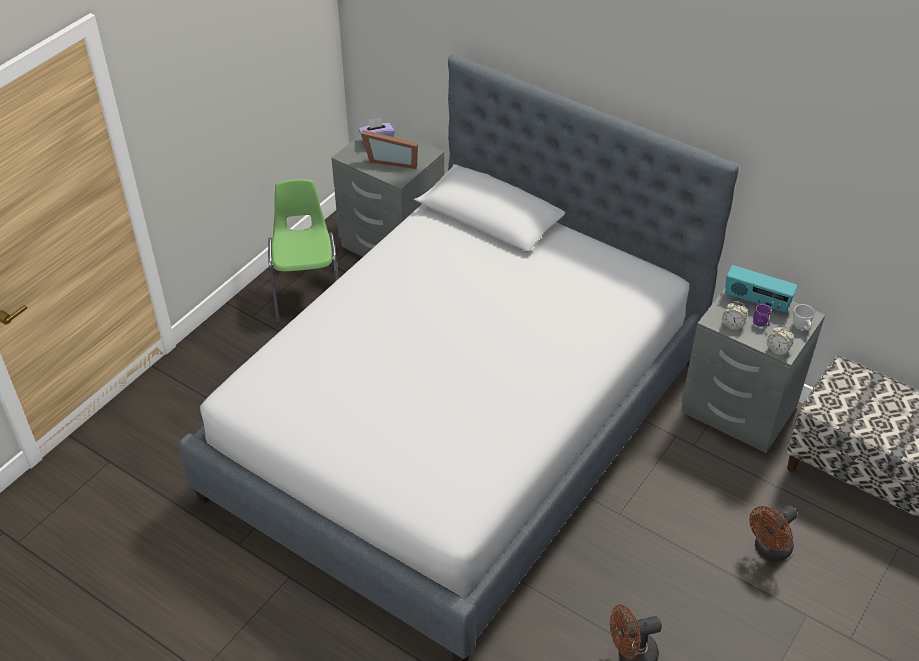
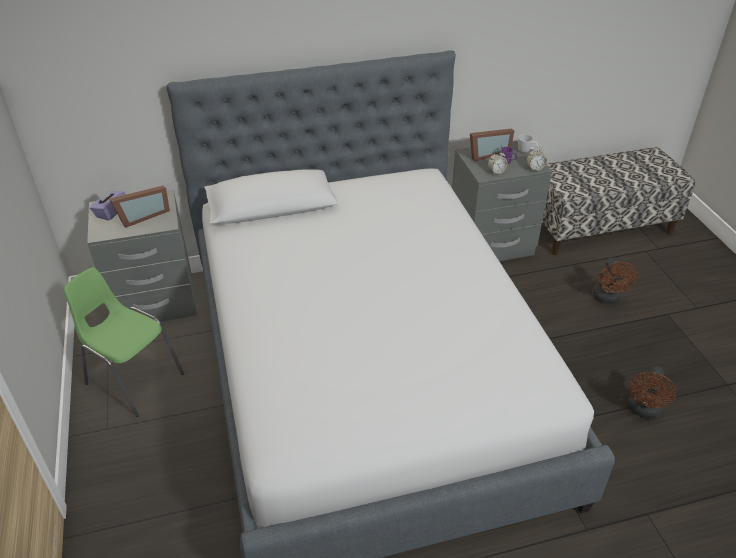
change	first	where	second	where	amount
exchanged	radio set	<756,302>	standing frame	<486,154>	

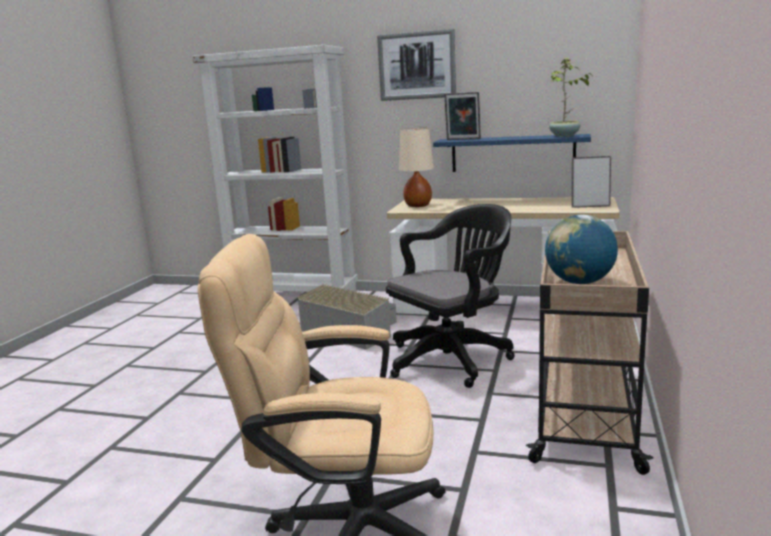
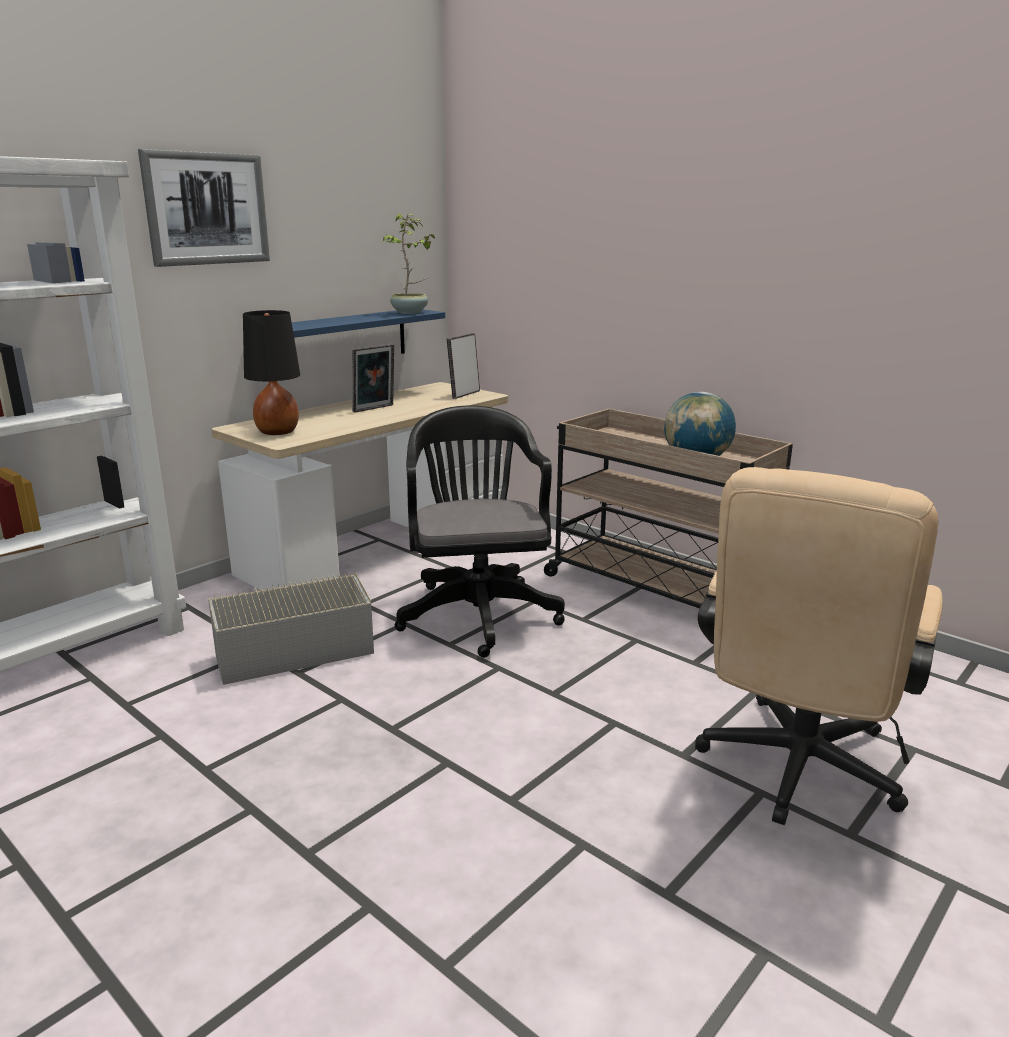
change	first	where	second	where	amount
relocated	standing frame	<463,139>		<375,409>	
colour	lamp for a table (beige-coloured)	<418,205>	lamp for a table (black)	<277,432>	

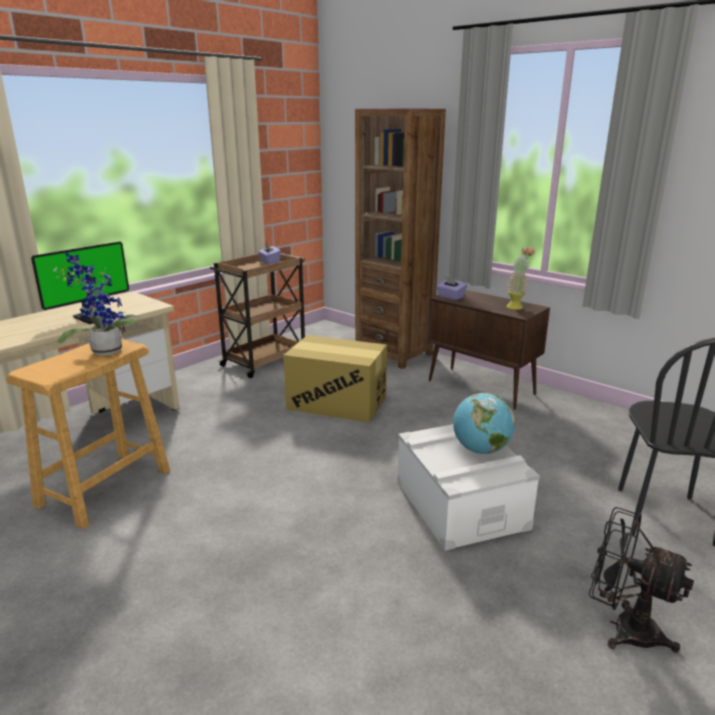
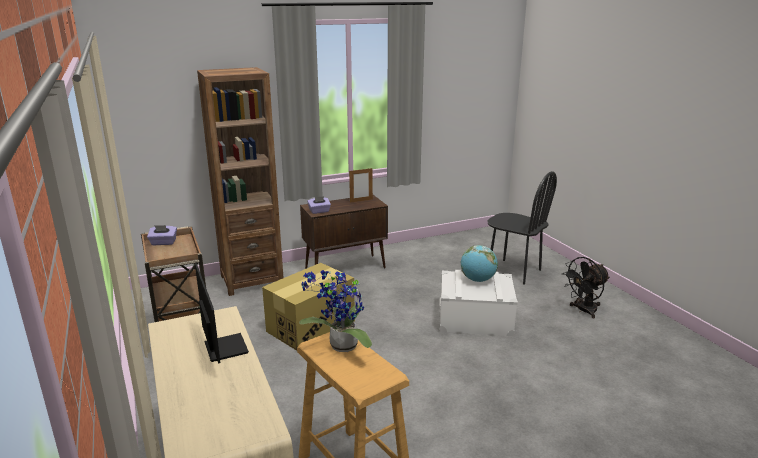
change	first	where	second	where	amount
exchanged	houseplant	<517,306>	standing frame	<361,200>	

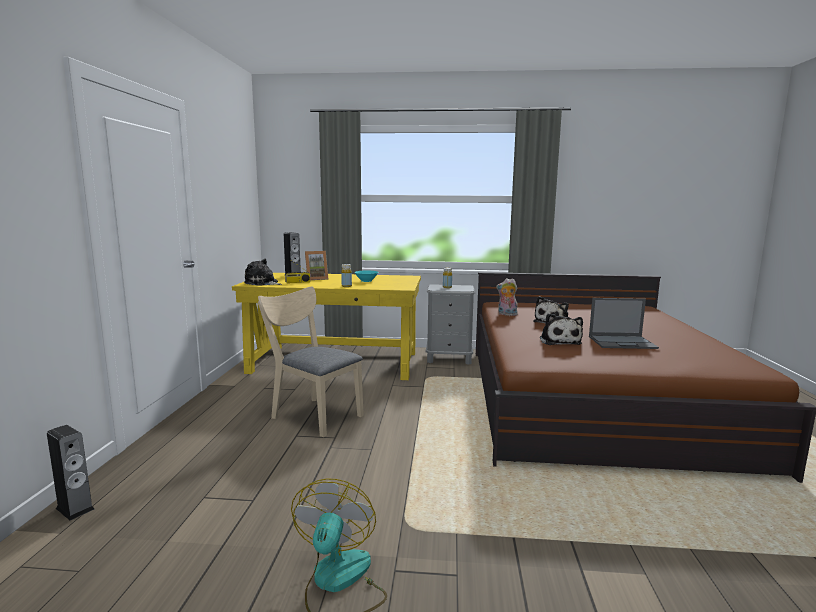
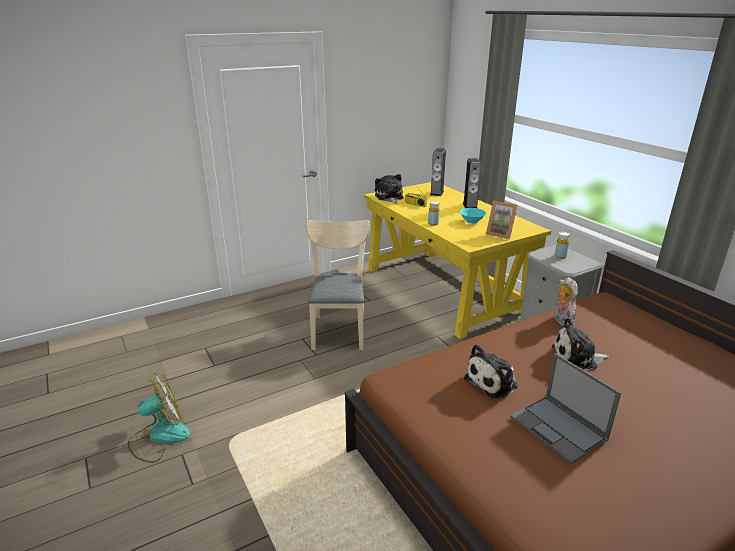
change	first	where	second	where	amount
relocated	speaker	<75,508>		<470,206>	
relocated	standing frame	<316,279>		<500,234>	

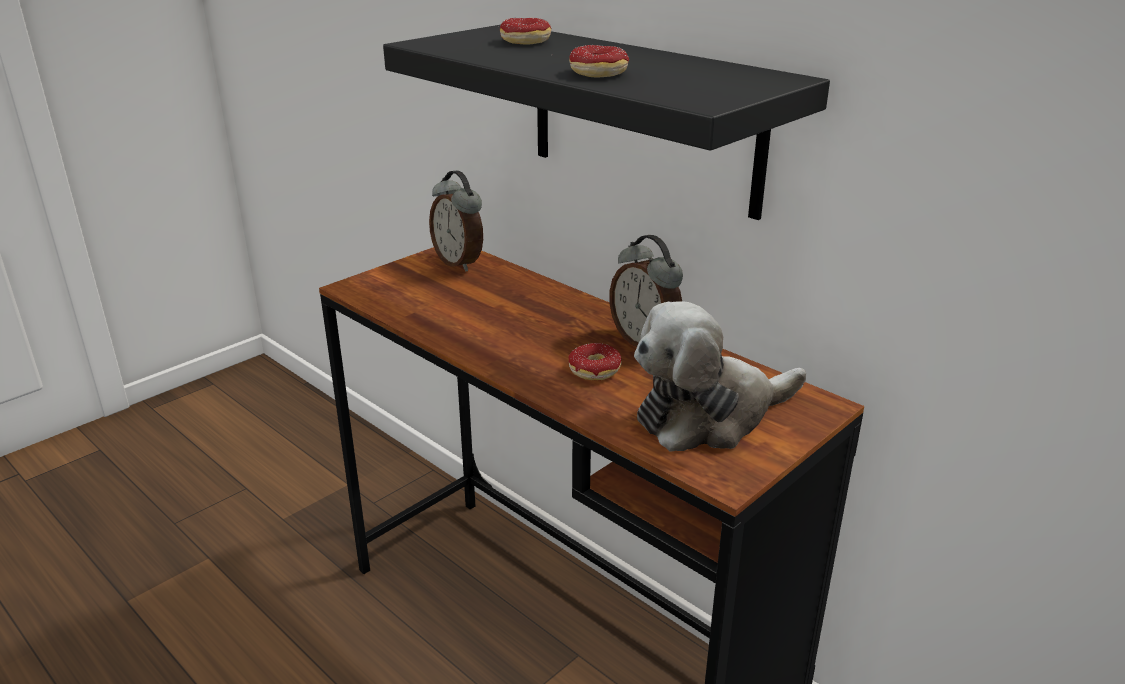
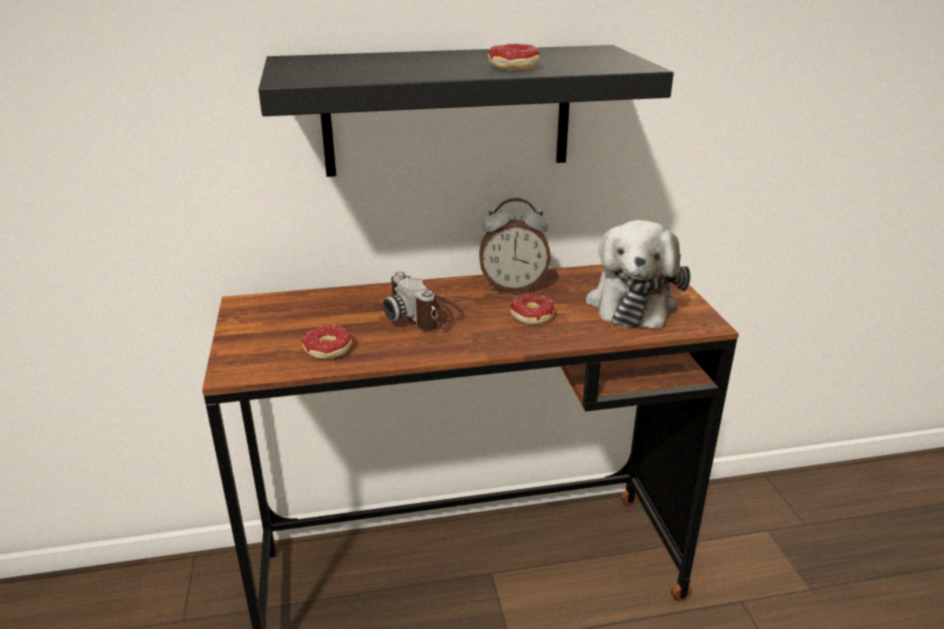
change	first	where	second	where	amount
missing	alarm clock	<459,263>			
appeared			photo camera	<425,314>	
relocated	donut	<518,42>		<326,354>	

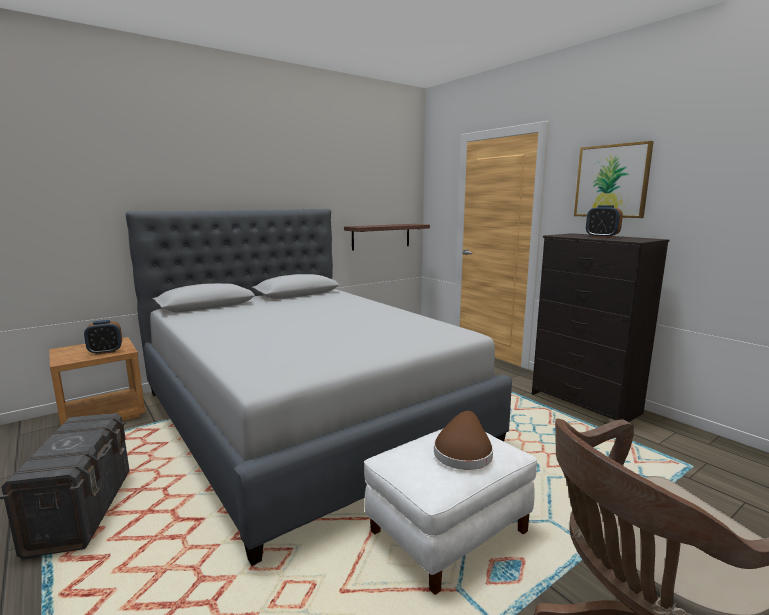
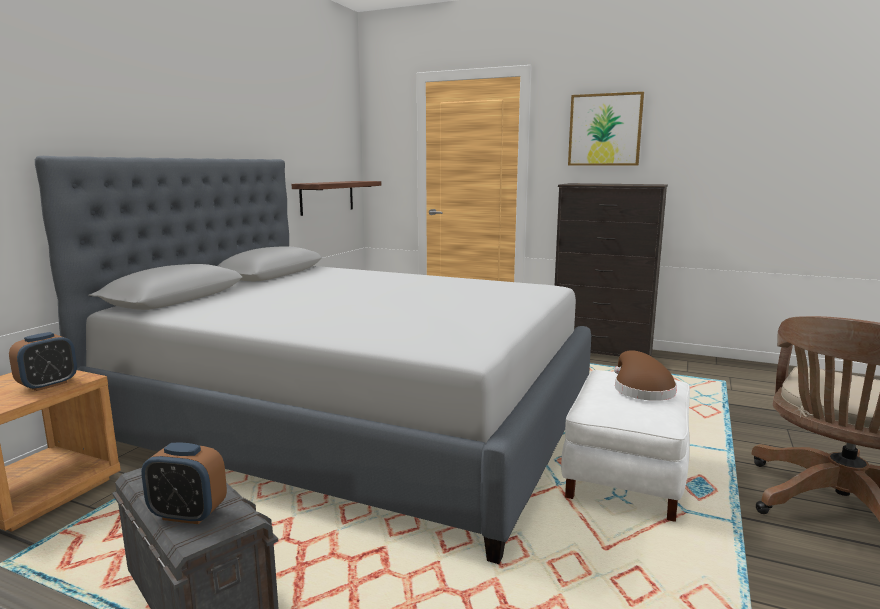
change	first	where	second	where	amount
relocated	alarm clock	<602,237>		<188,514>	

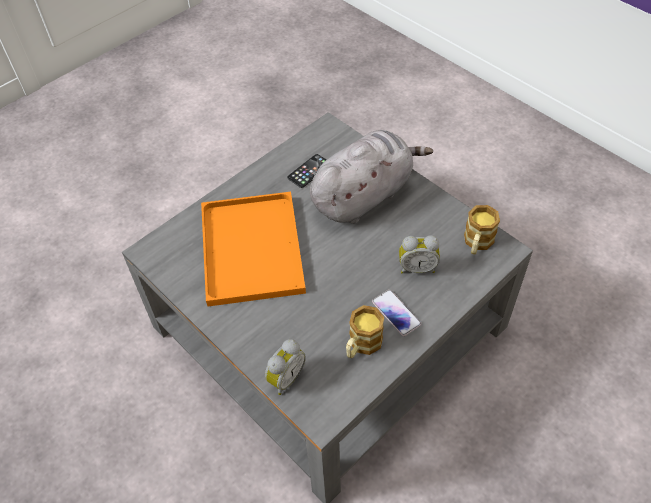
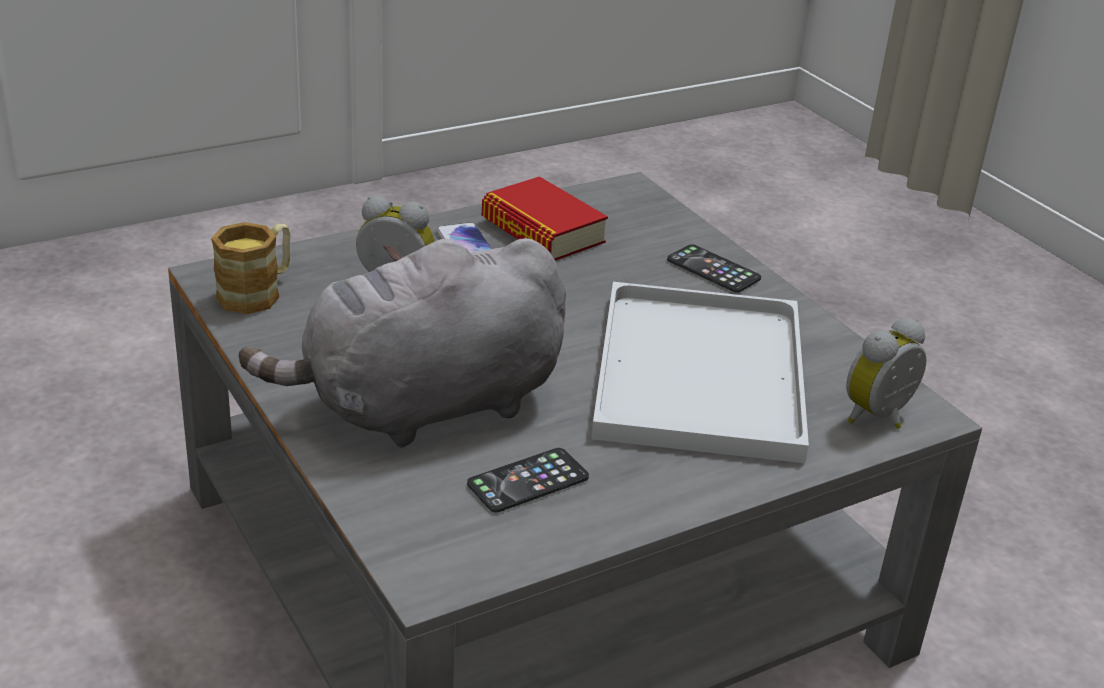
change	first	where	second	where	amount
appeared			handset	<713,269>	
relocated	alarm clock	<285,377>		<881,418>	
exchanged	mug	<361,345>	bound book	<542,231>	
colour	serving tray (orange)	<253,251>	serving tray (white-coloured)	<697,370>	

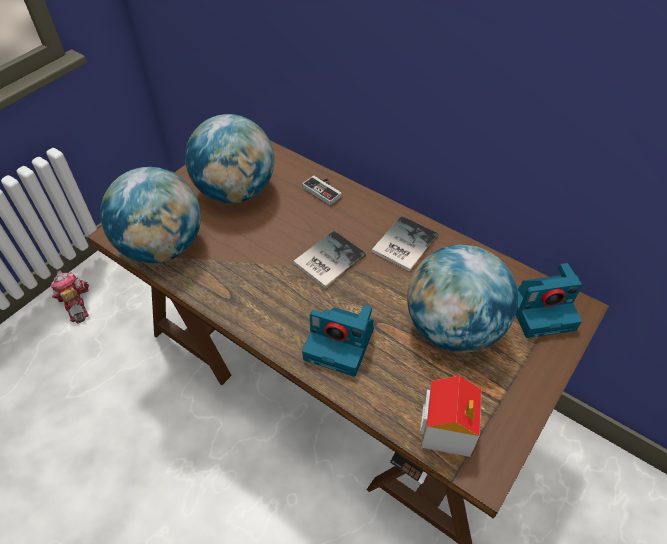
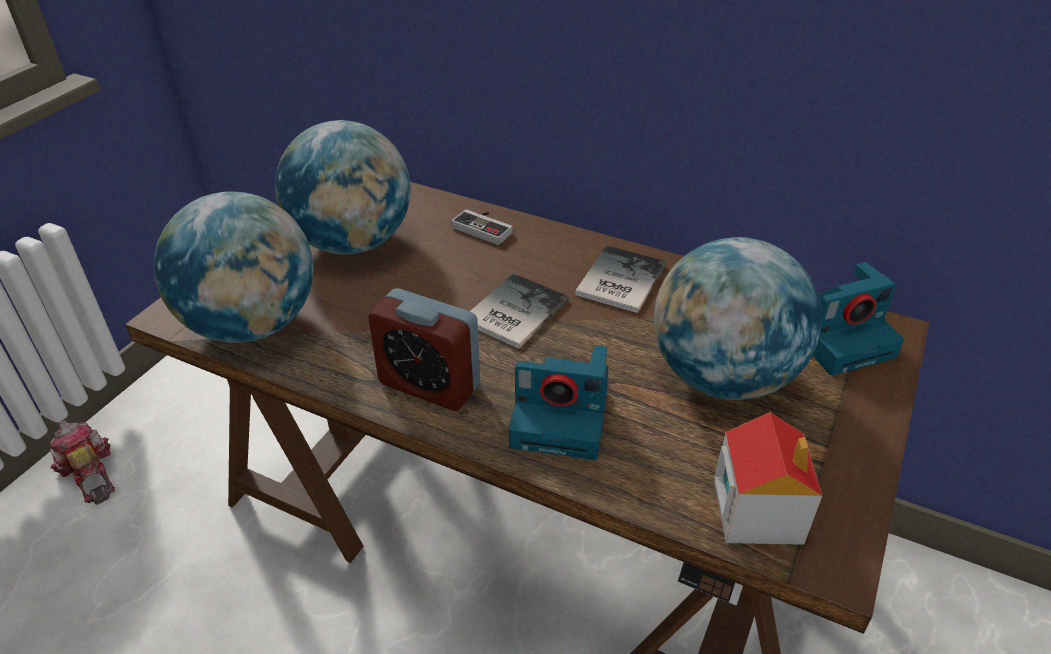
change	first	where	second	where	amount
appeared			alarm clock	<429,384>	

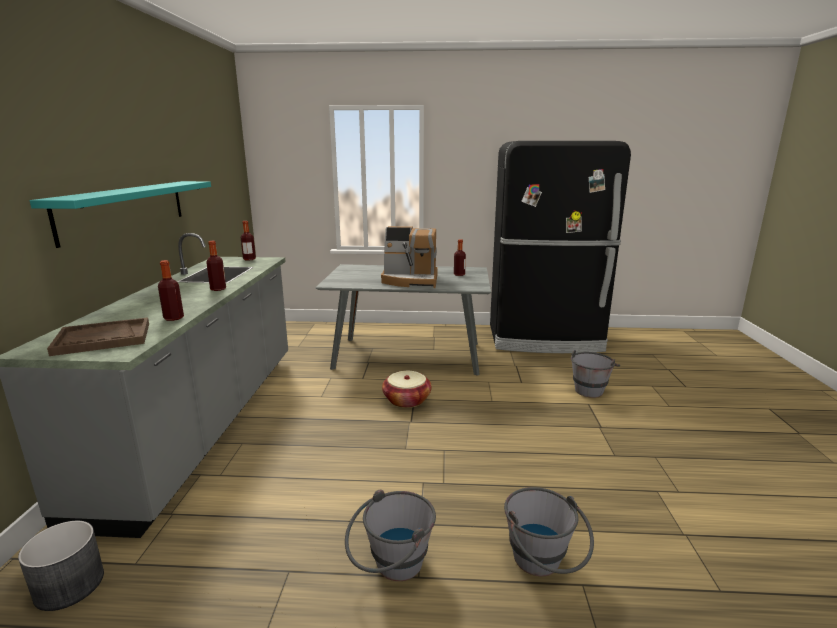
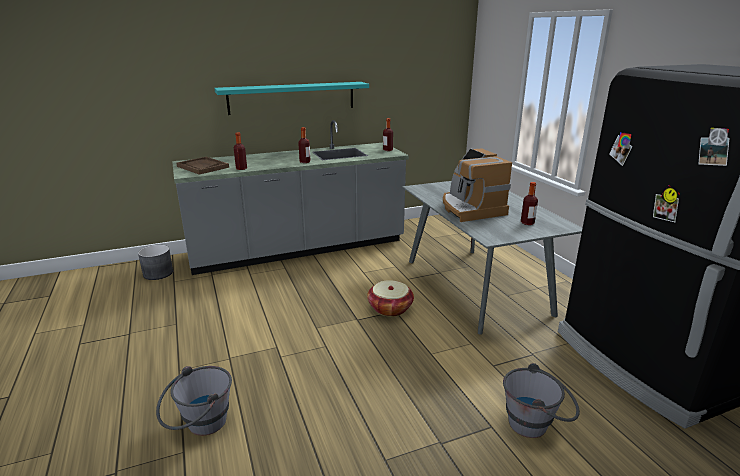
change	first	where	second	where	amount
missing	water bucket (greyish)	<391,568>			

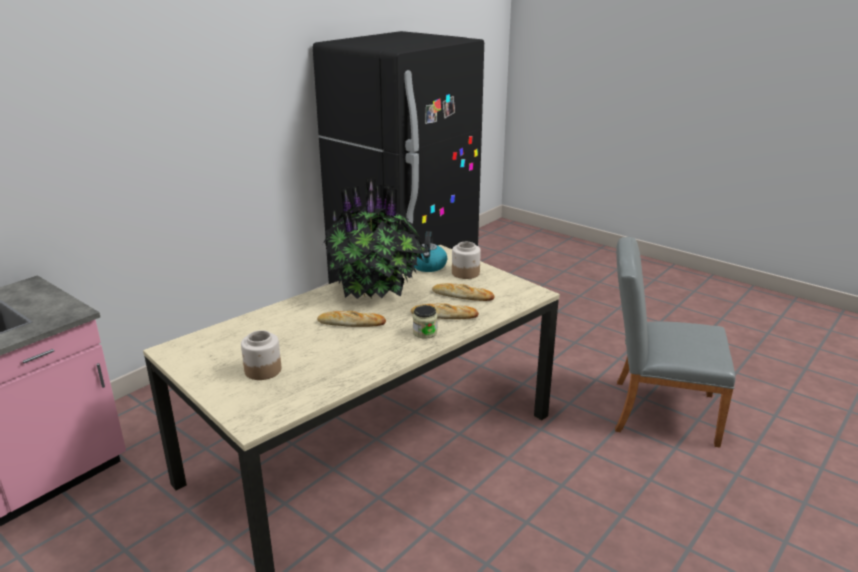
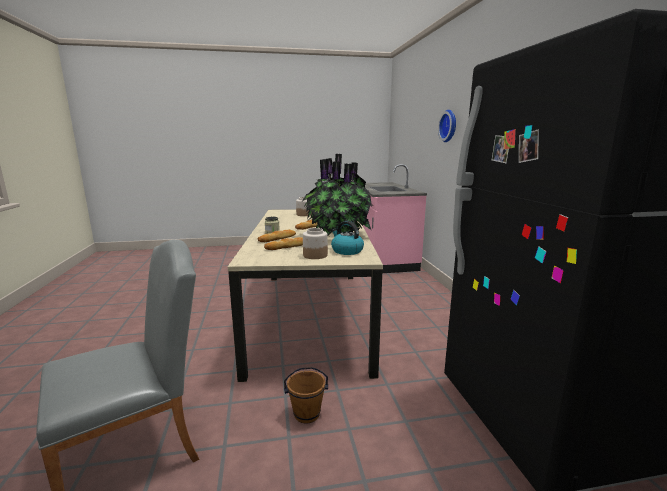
change	first	where	second	where	amount
appeared			water bucket (brown-coloured)	<306,415>	
appeared			clock on the wall	<449,126>	

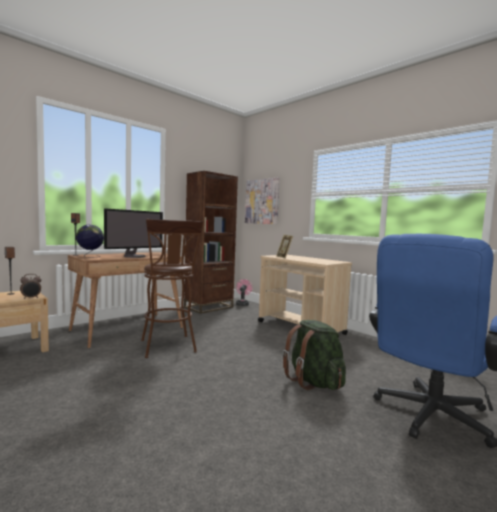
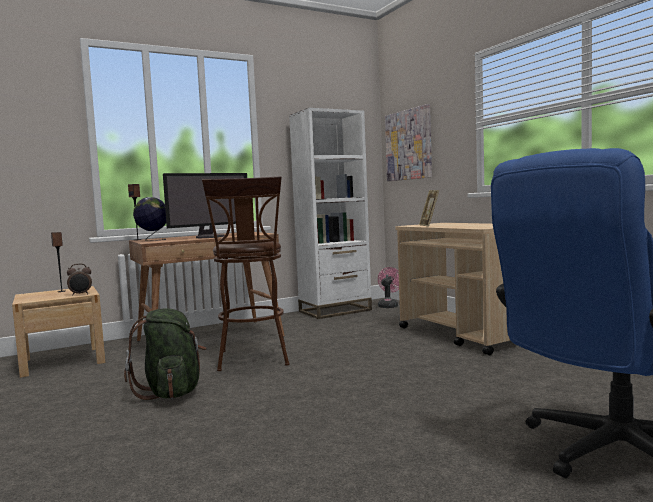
change	first	where	second	where	amount
relocated	rucksack (green)	<314,382>		<171,392>	
colour	bookcase (brown-coloured)	<209,307>	bookcase (white-coloured)	<335,311>	

